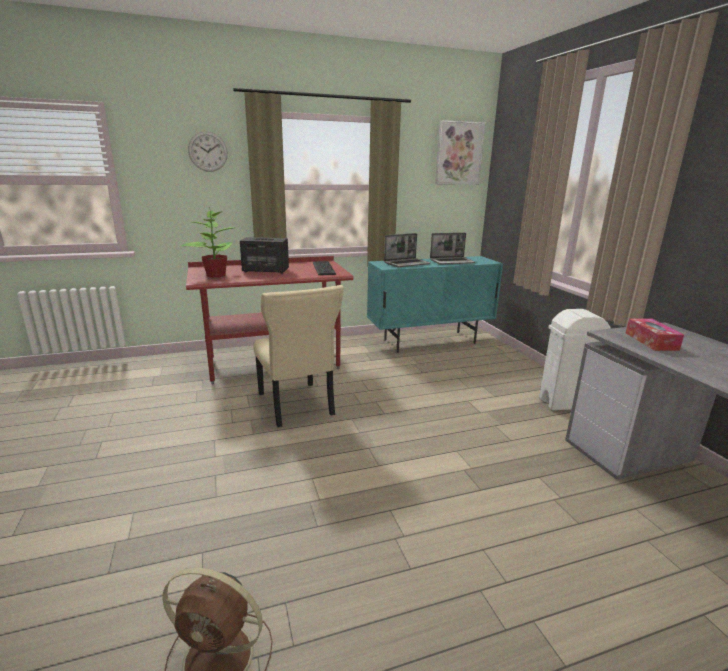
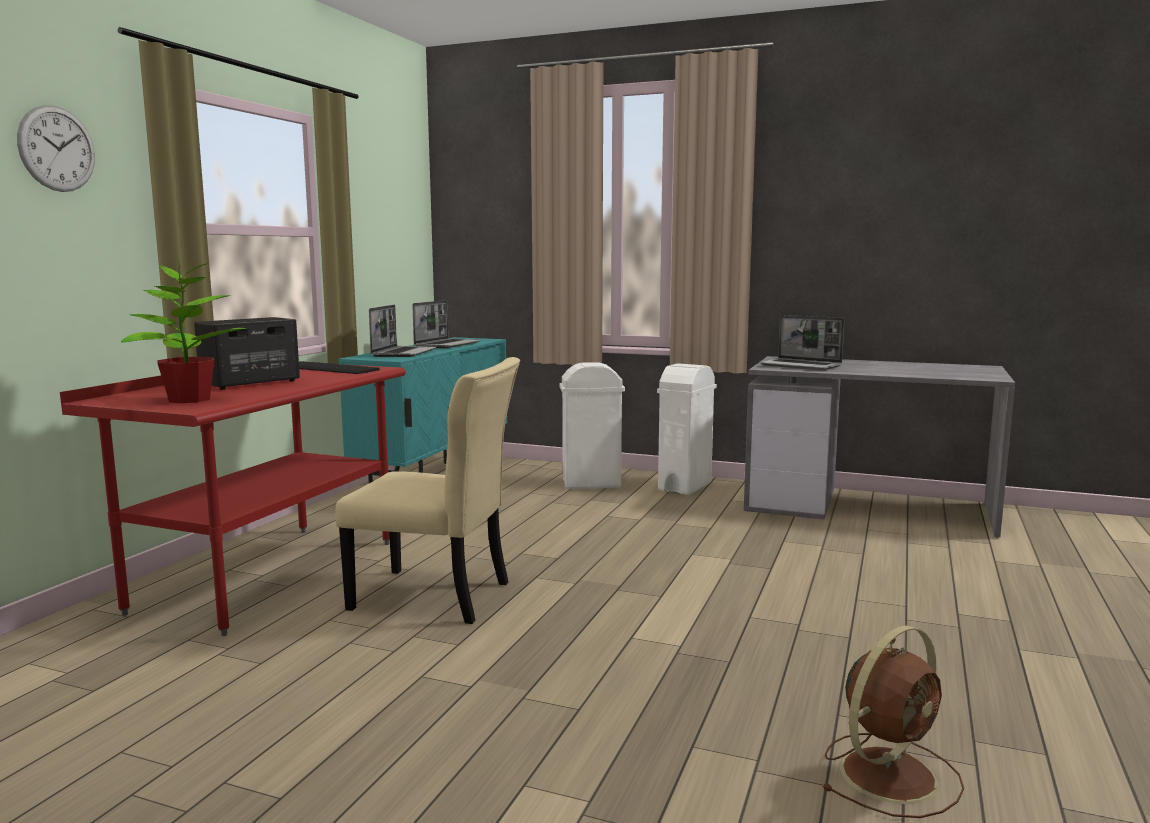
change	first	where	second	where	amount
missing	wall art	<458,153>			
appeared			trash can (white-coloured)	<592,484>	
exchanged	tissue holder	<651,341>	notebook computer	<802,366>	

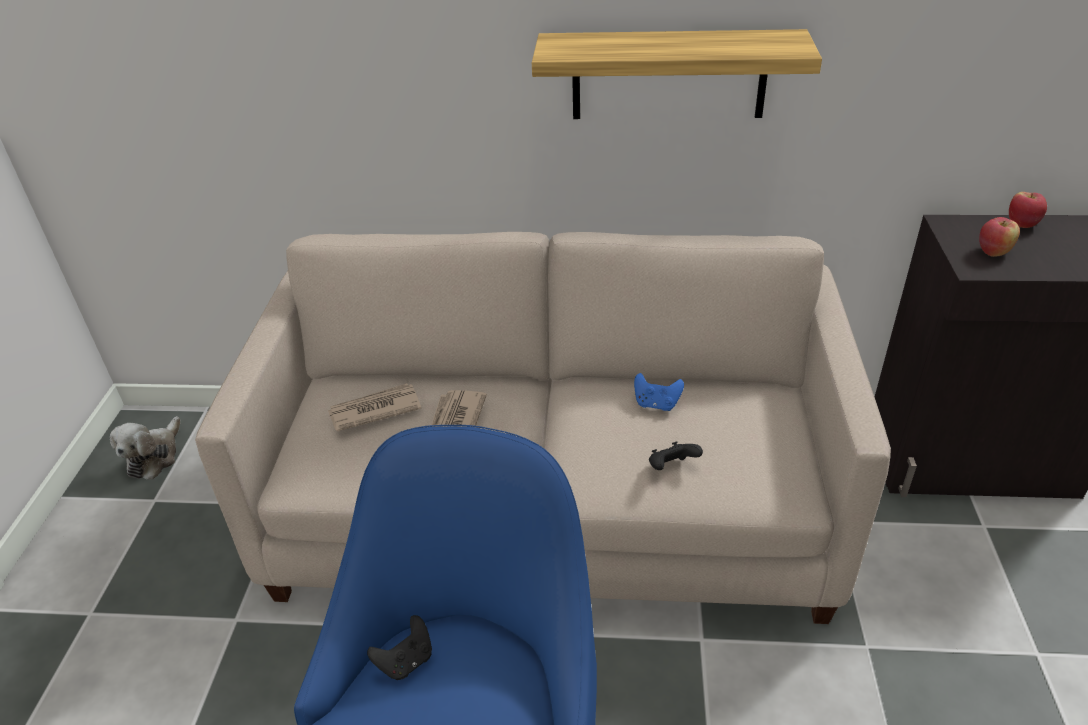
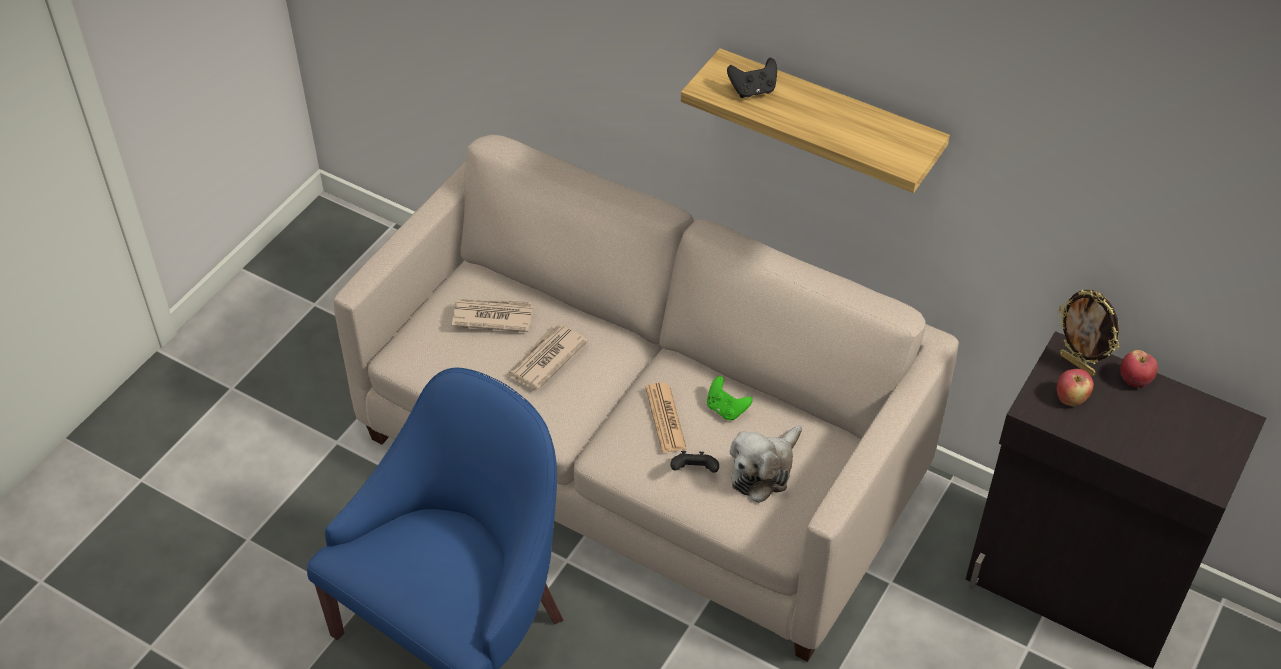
change	first	where	second	where	amount
appeared			printed paper	<665,418>	
appeared			standing frame	<1078,364>	
relocated	plush toy	<154,457>		<764,470>	
relocated	gamepad (black)	<406,661>		<753,90>	
colour	gamepad (bluish)	<656,404>	gamepad (green)	<726,409>	

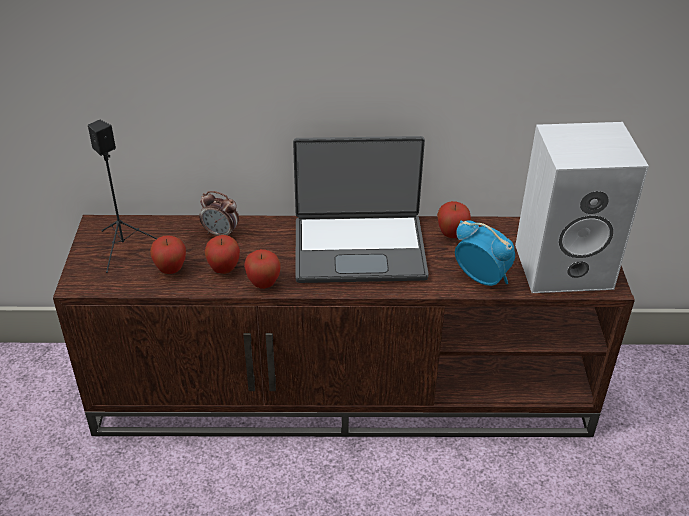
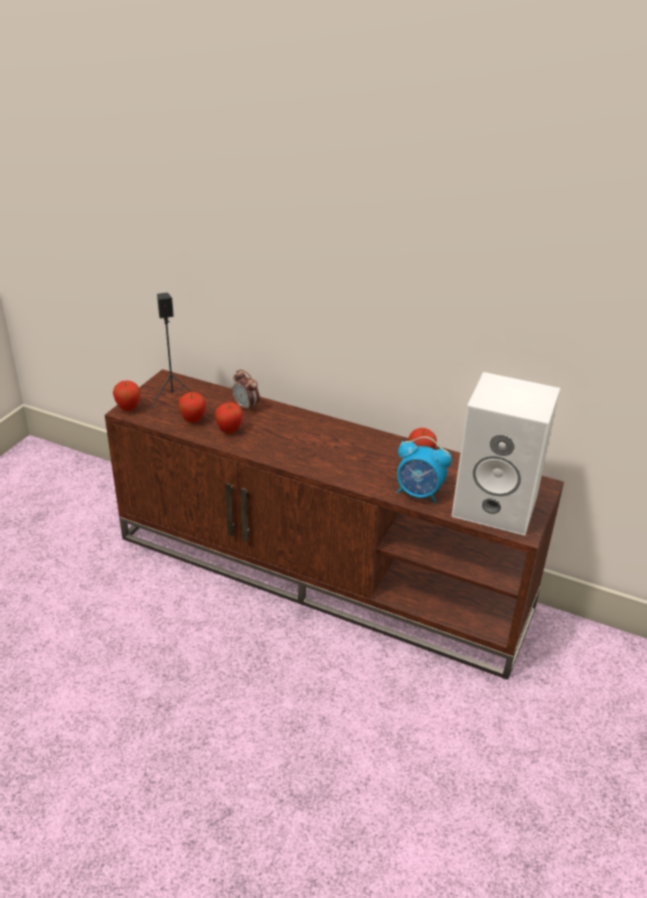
change	first	where	second	where	amount
missing	notebook computer	<359,248>			
relocated	whole apple	<263,284>		<128,408>	
spun	alarm clock	<482,278>		<419,493>	135 degrees clockwise

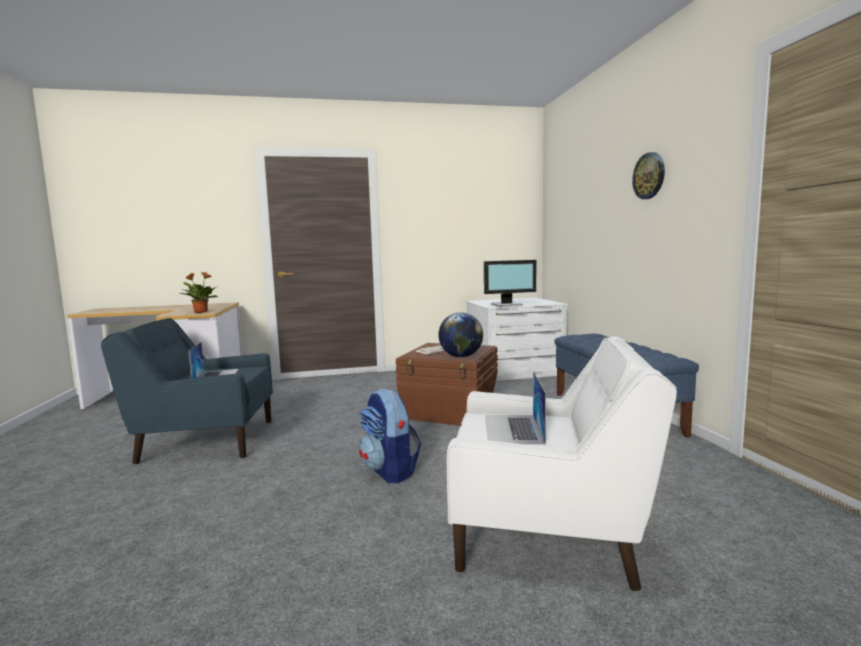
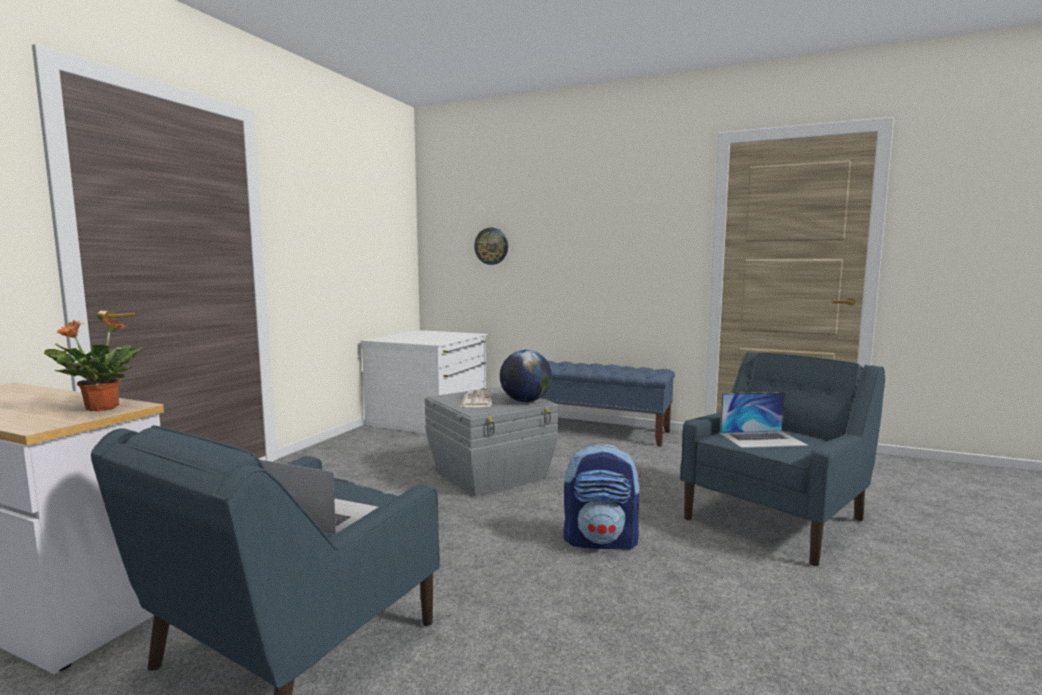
change	first	where	second	where	amount
missing	computer screen	<507,305>			
relocated	clock on the wall	<649,176>		<491,246>	
colour	storage box (brown-coloured)	<450,412>	storage box (greyish)	<491,473>	
colour	easy chair (white-coloured)	<548,533>	easy chair (bluish)	<776,518>	
spun	notebook computer	<513,429>		<762,439>	45 degrees counterclockwise

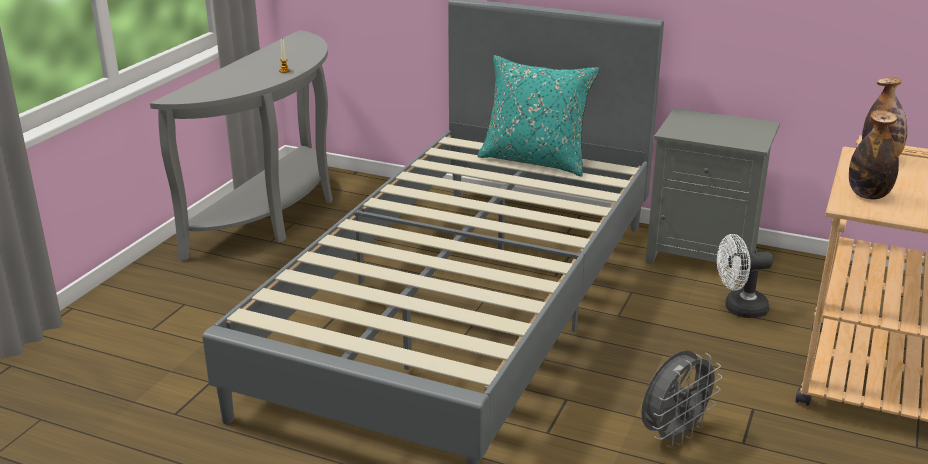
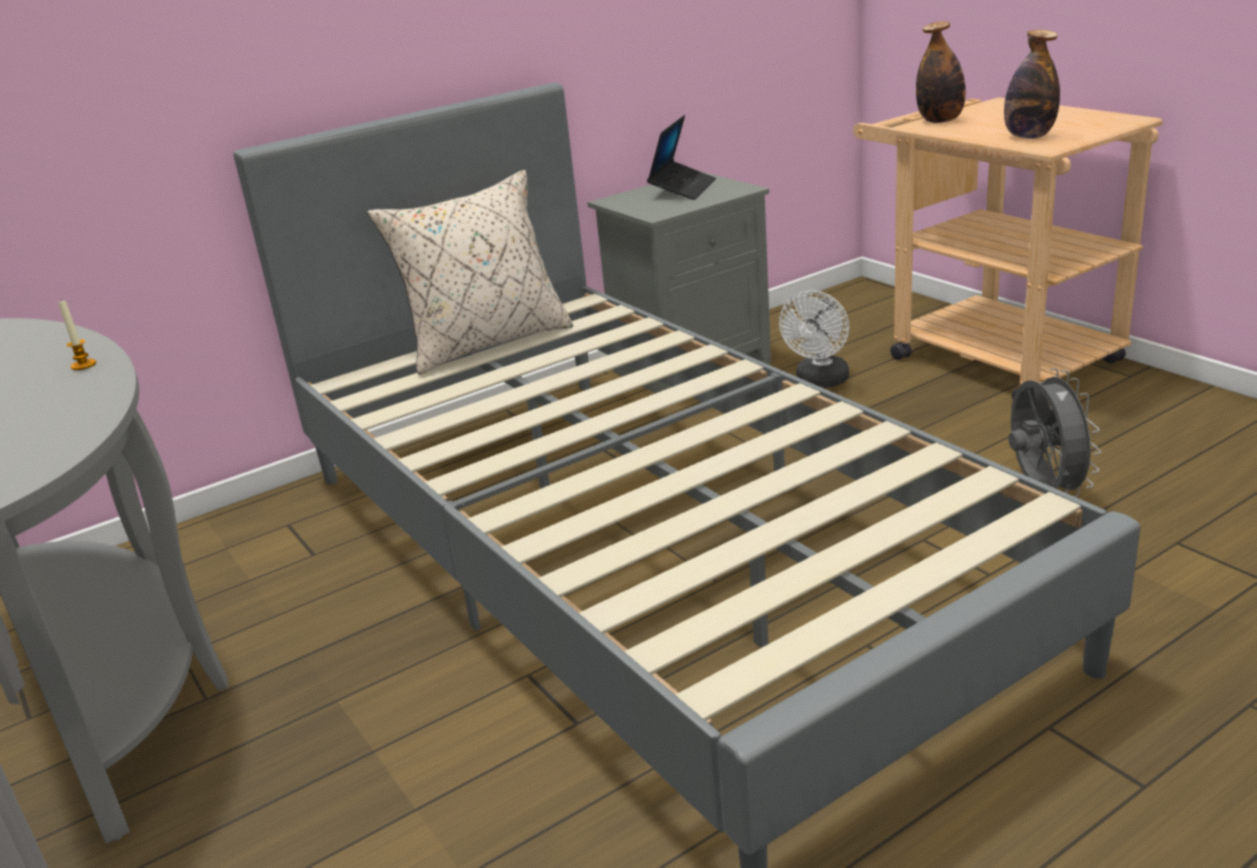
change	first	where	second	where	amount
appeared			notebook computer	<682,189>	
colour	throw pillow (turquoise-coloured)	<535,160>	throw pillow (beige-coloured)	<485,343>	

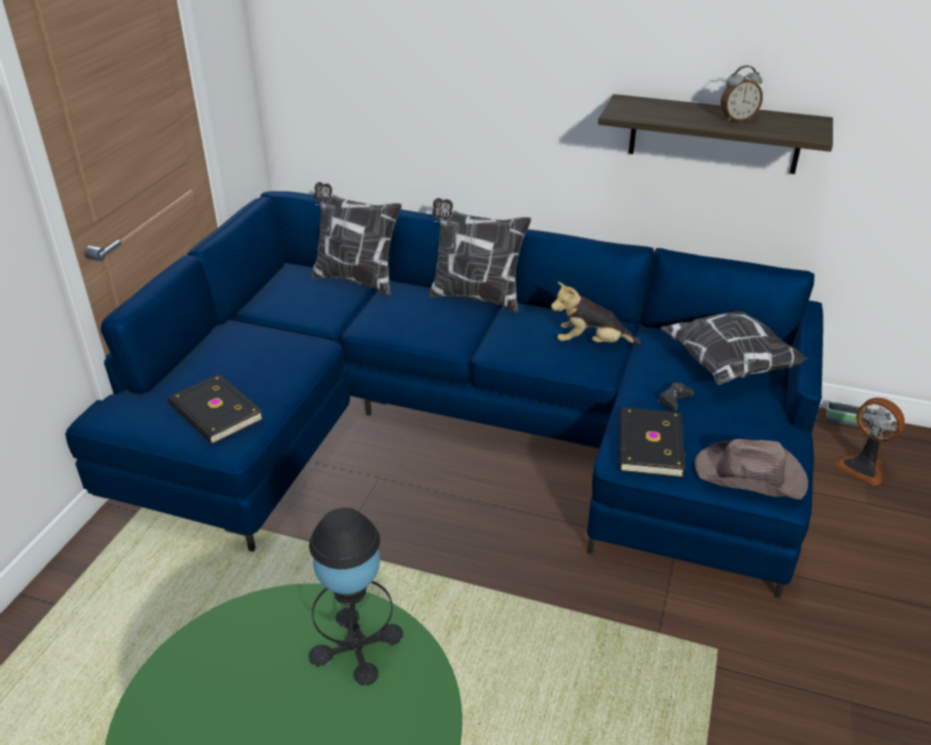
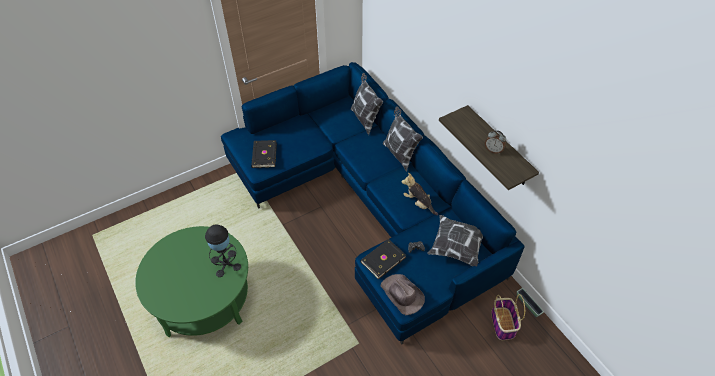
change	first	where	second	where	amount
exchanged	cooling fan	<863,467>	basket	<503,324>	

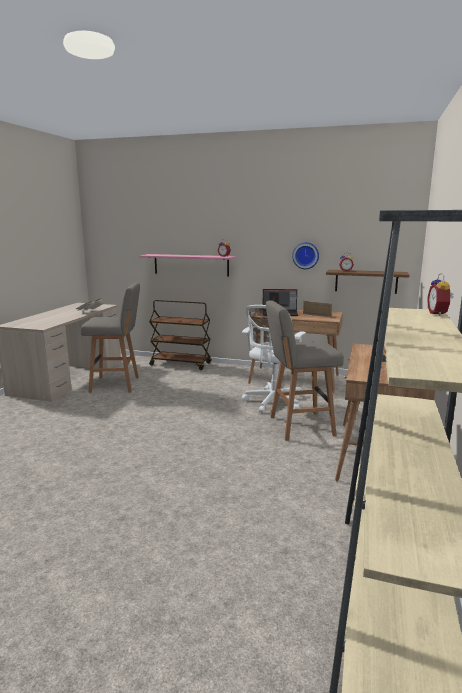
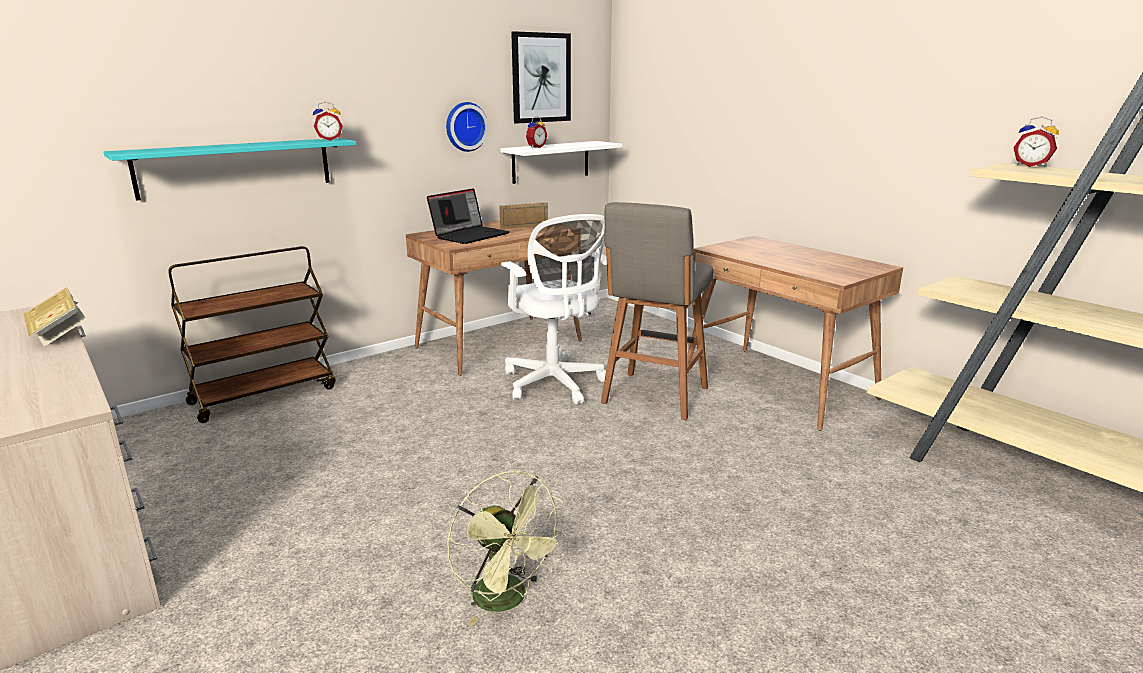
change	first	where	second	where	amount
missing	stool (greyish)	<117,384>			
appeared			cooling fan (green)	<508,600>	
appeared			wall art	<541,78>	
colour	wall shelf (pinkish)	<191,265>	wall shelf (turquoise-coloured)	<236,167>	
colour	wall shelf (brown-coloured)	<366,281>	wall shelf (white-coloured)	<551,161>	

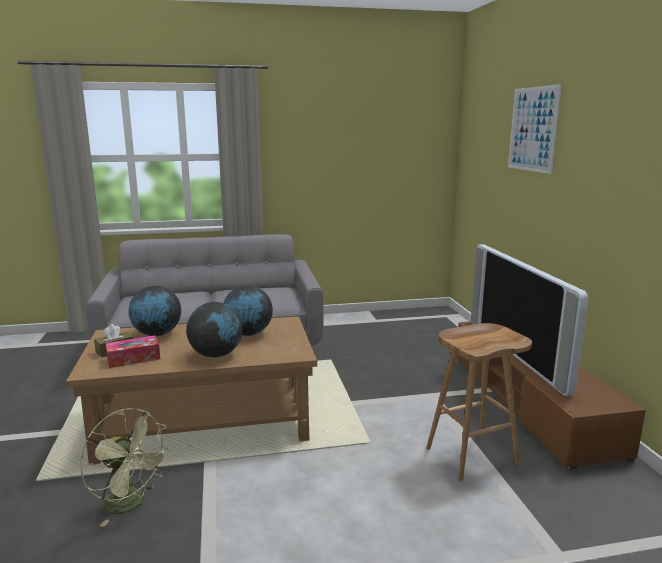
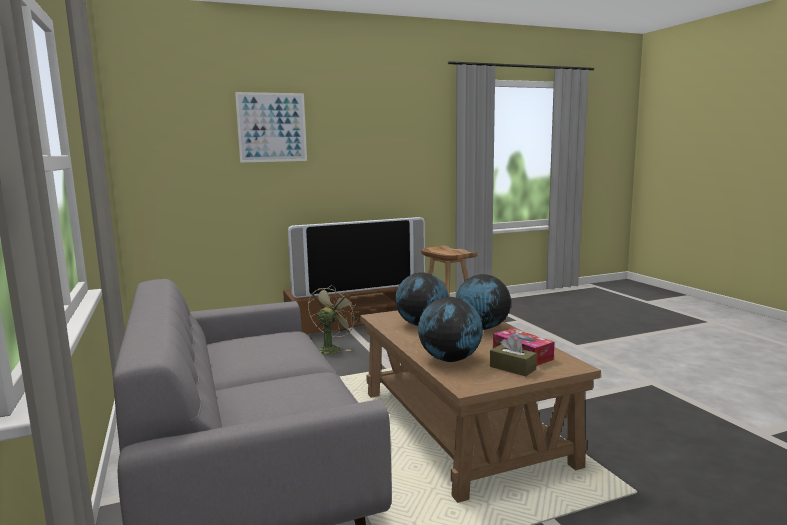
change	first	where	second	where	amount
relocated	cooling fan (green)	<131,504>		<330,349>	

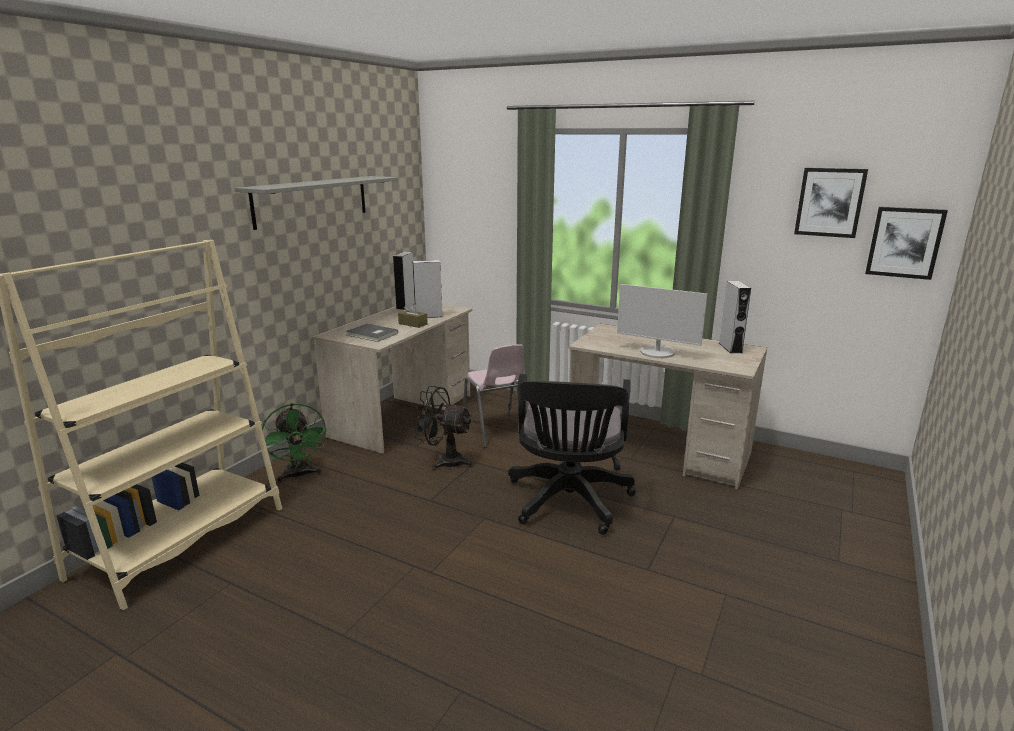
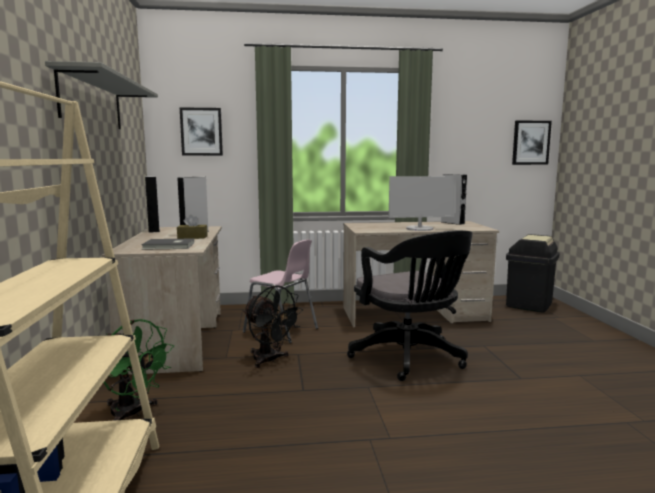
change	first	where	second	where	amount
appeared			trash can (black)	<529,304>	
relocated	wall art	<830,202>		<201,132>	
spun	cooling fan (black)	<444,461>		<270,360>	120 degrees counterclockwise

